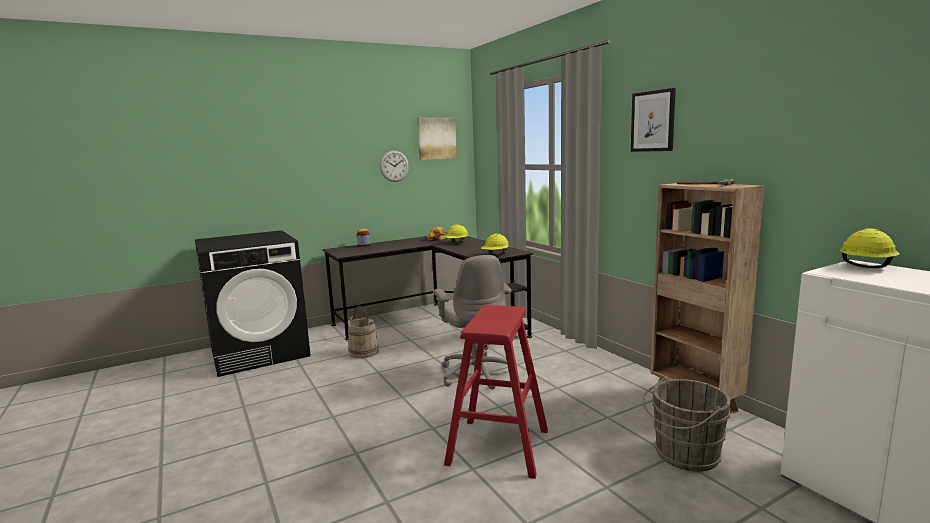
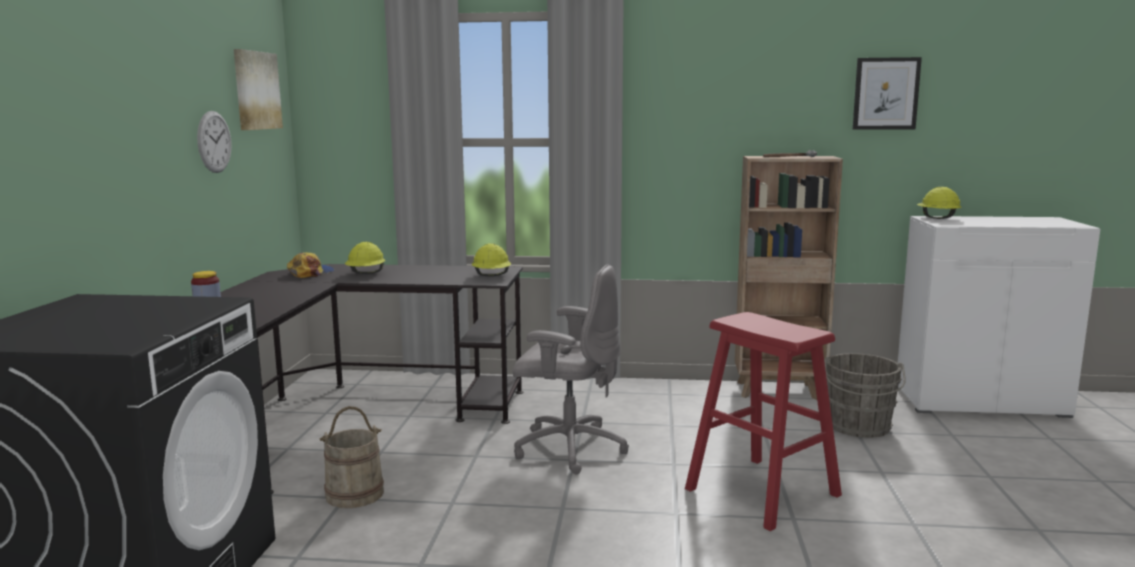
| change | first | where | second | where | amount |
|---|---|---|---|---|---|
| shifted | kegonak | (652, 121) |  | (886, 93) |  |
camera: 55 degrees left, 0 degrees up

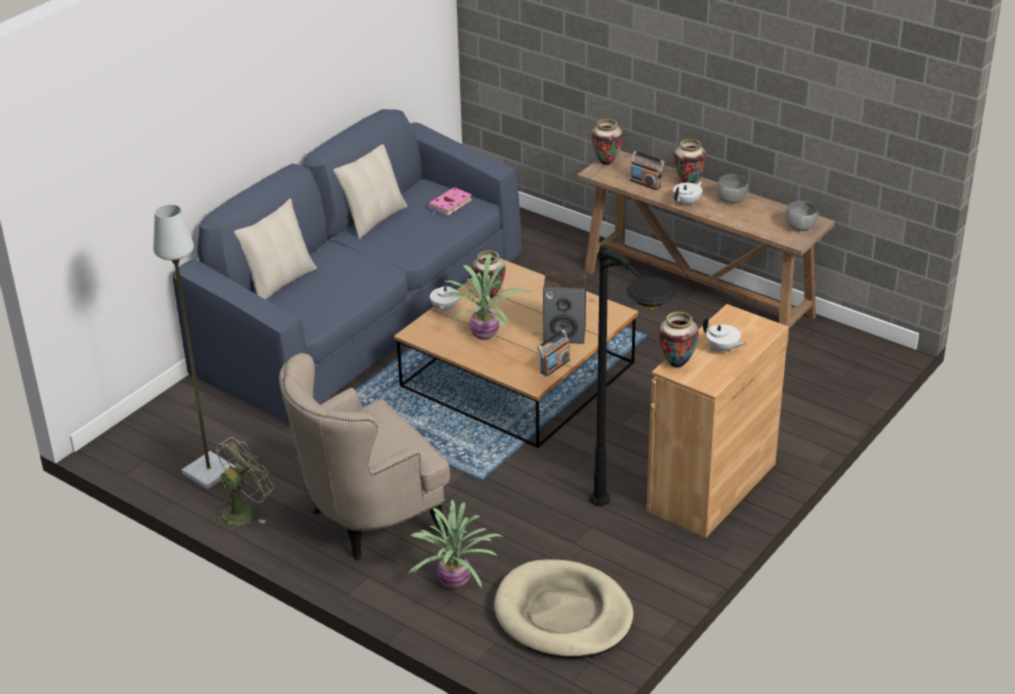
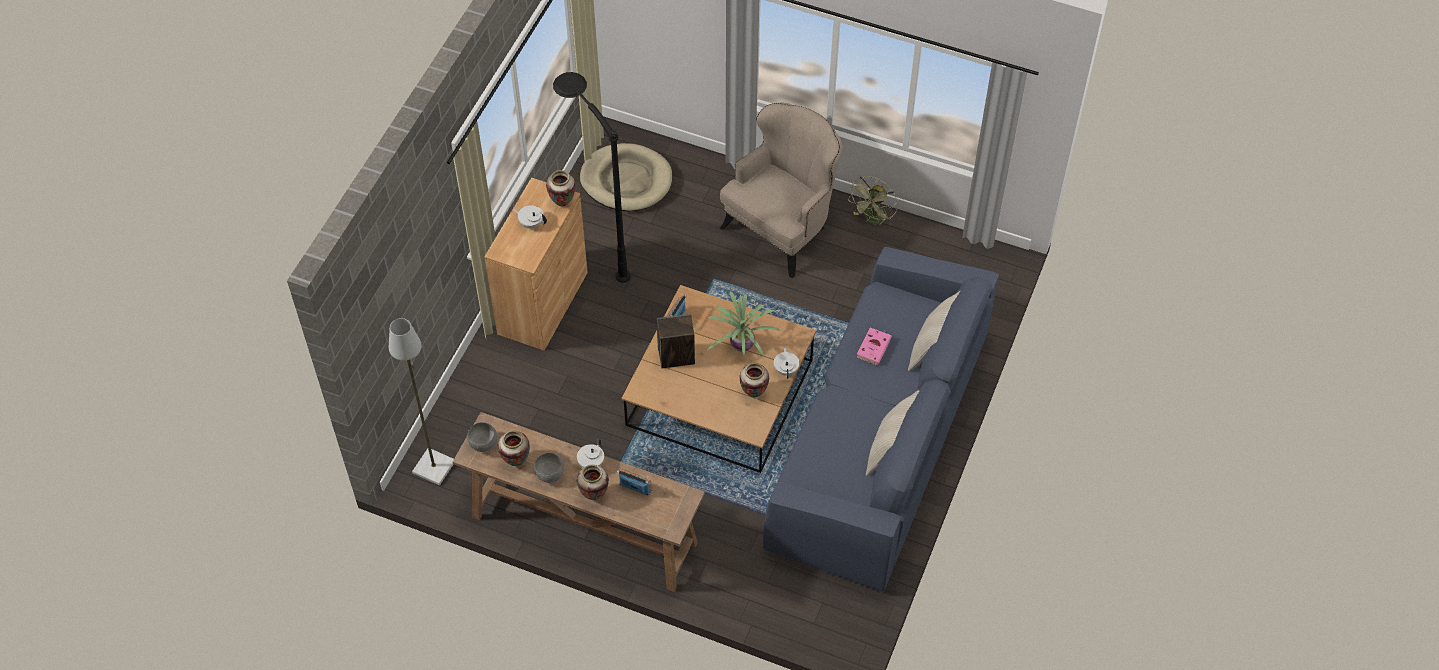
| change | first | where | second | where | amount |
|---|---|---|---|---|---|
| shifted | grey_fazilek | (208, 472) |  | (435, 467) |  |
| gone | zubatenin | (454, 582) |  |  |  |
| shifted | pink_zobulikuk | (449, 205) |  | (874, 347) |  |
| shifted | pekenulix | (606, 162) |  | (516, 461) |  |
camera: 165 degrees right, 20 degrees up

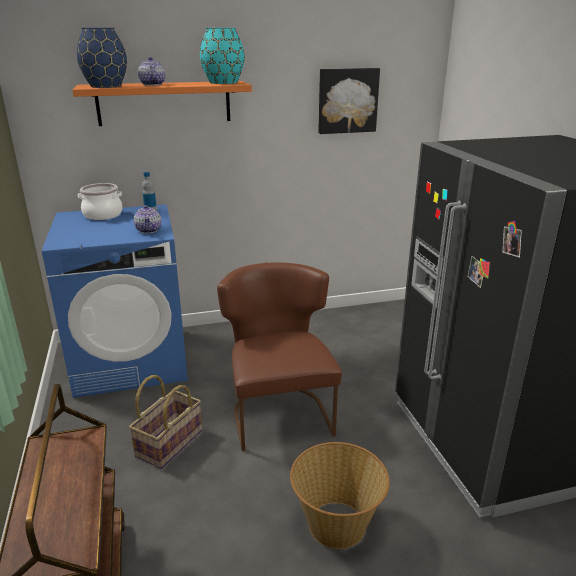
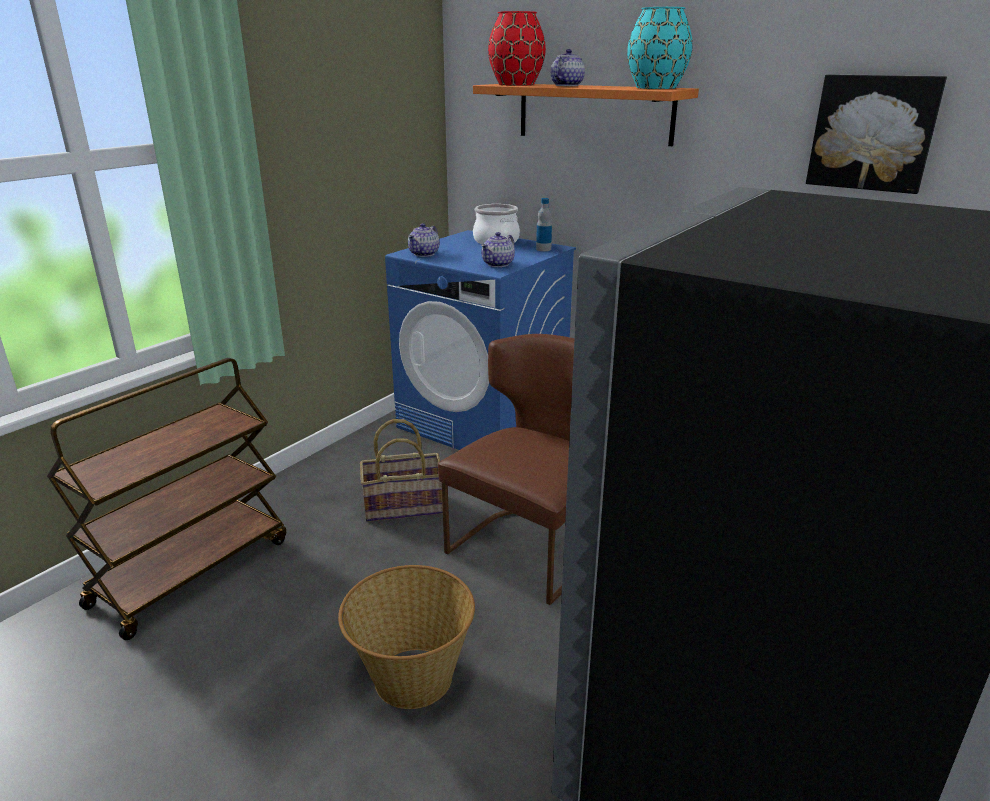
| change | first | where | second | where | amount |
|---|---|---|---|---|---|
| repainted | blue_pekenulix | (105, 86) | red_pekenulix | (515, 84) |  |
| new |  |  | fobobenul | (424, 254) |  |
camera: 50 degrees right, 0 degrees up

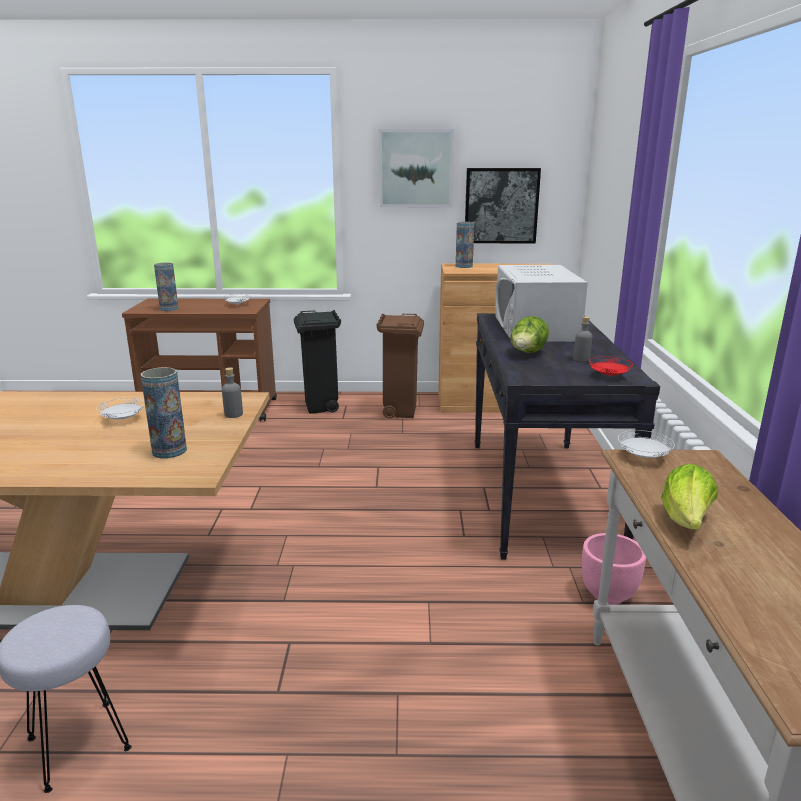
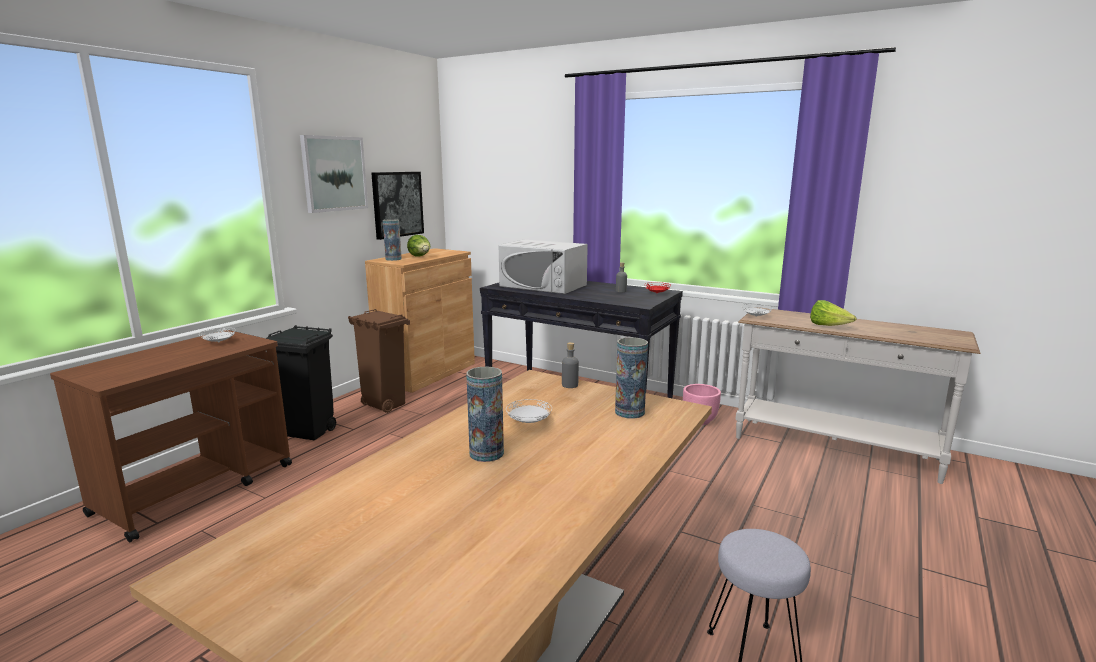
| change | first | where | second | where | amount |
|---|---|---|---|---|---|
| shifted | pekenulix | (169, 309) |  | (486, 453) |  |
| shifted | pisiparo | (527, 353) |  | (420, 256) |  |
camera: 60 degrees left, 5 degrees down

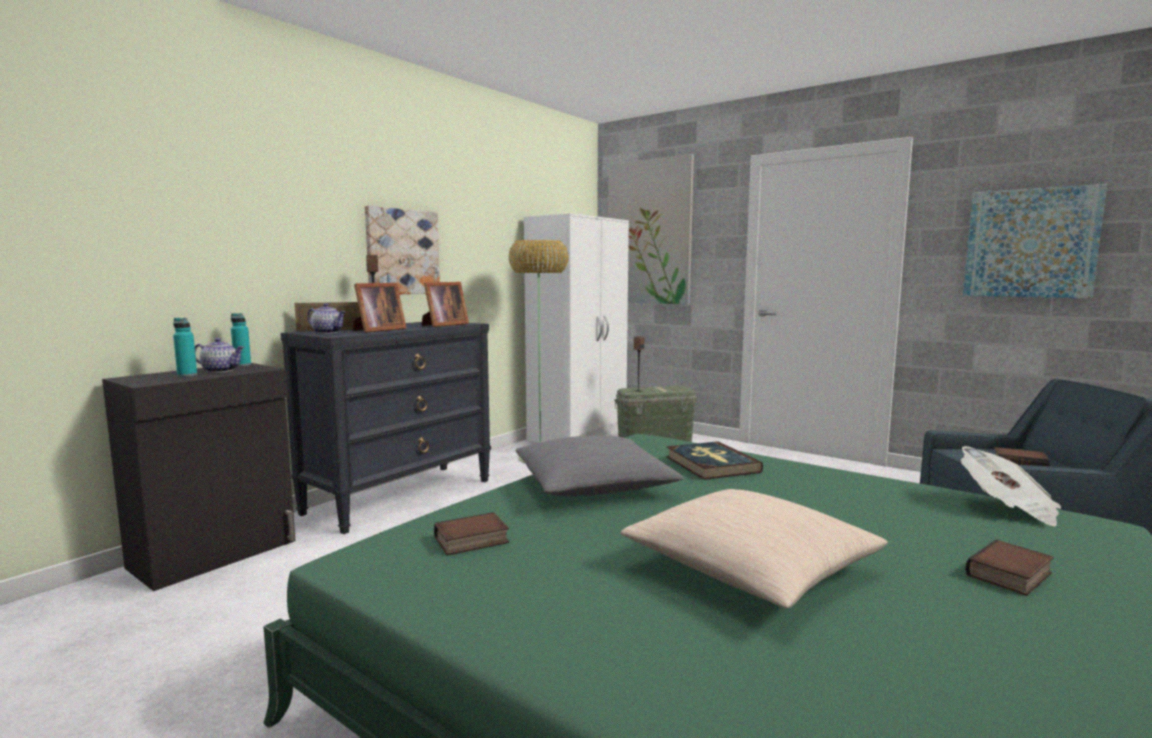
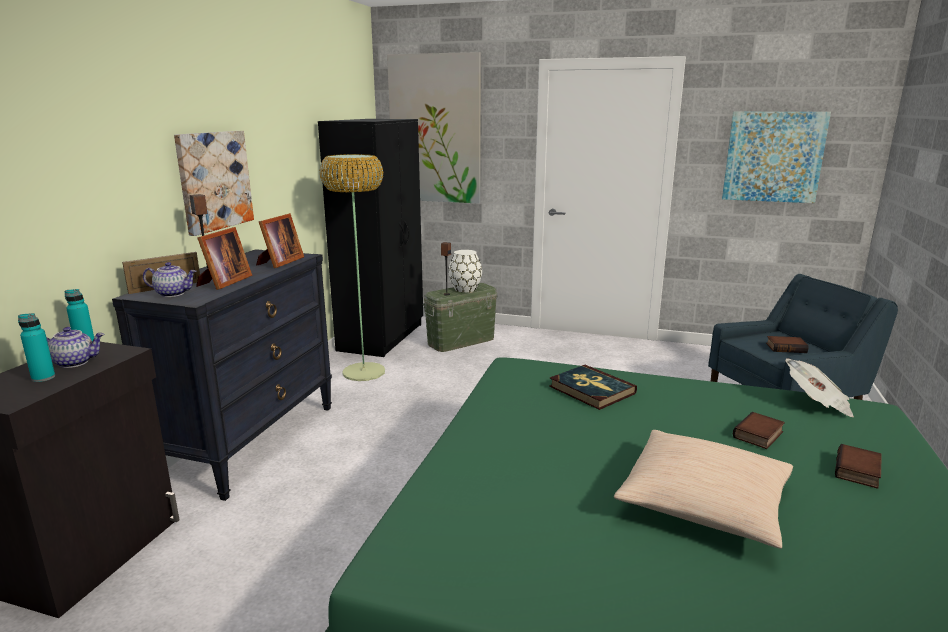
| change | first | where | second | where | amount |
|---|---|---|---|---|---|
| shifted | zobulikuk | (471, 541) |  | (759, 435) |  |
| gone | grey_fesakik | (593, 486) |  |  |  |
| repainted | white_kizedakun | (579, 434) | black_kizedakun | (383, 337) |  |
| new |  |  | white_pekenulix | (465, 289) |  |
camera: 20 degrees left, 10 degrees up

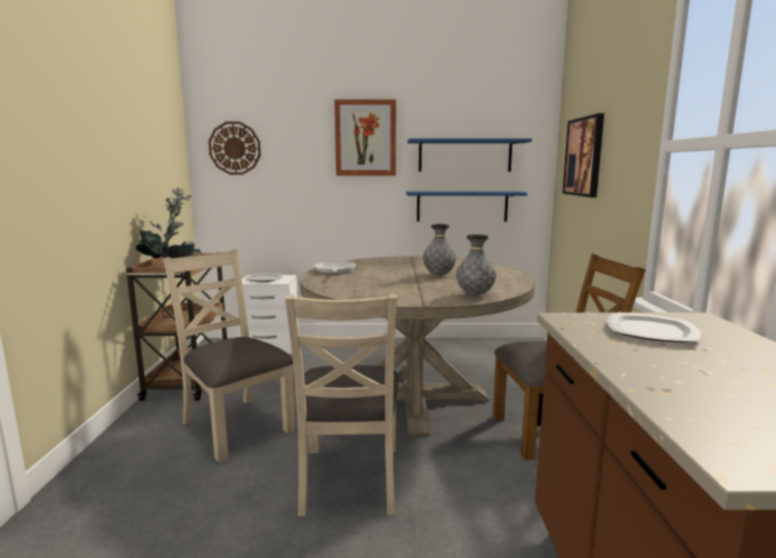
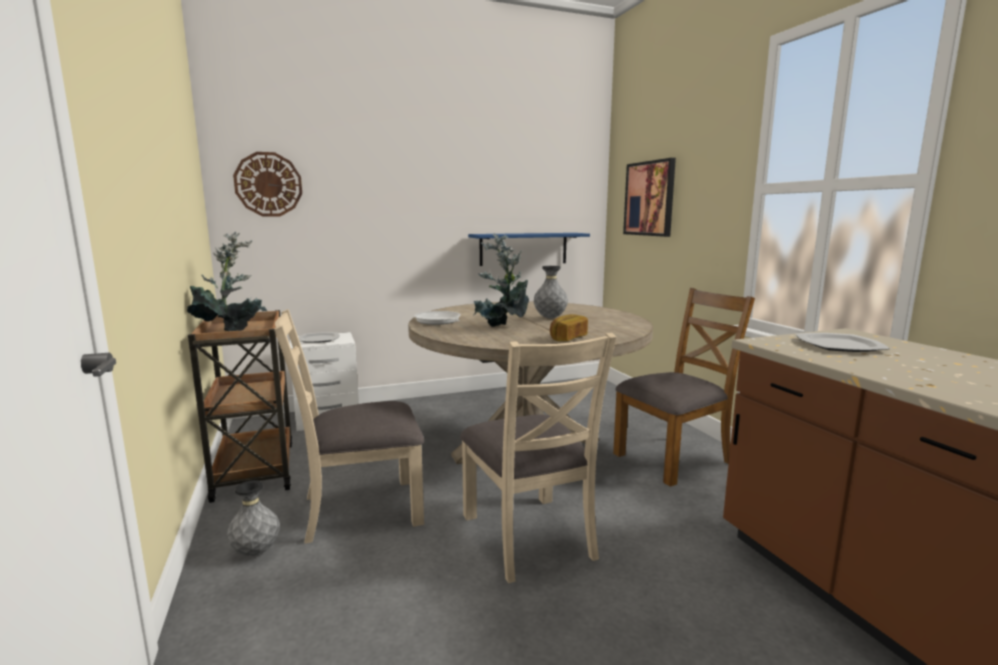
| change | first | where | second | where | amount |
|---|---|---|---|---|---|
| rotated | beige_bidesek | (236, 426) |  | (360, 509) | 45 degrees counterclockwise |
| gone | kegonak | (365, 138) |  |  |  |
| gone | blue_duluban | (465, 156) |  |  |  |
| shifted | grey_pekenulix | (475, 295) |  | (256, 552) |  |
| new |  |  | zubatenin | (502, 328) |  |
| new |  |  | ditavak | (567, 338) |  |
camera: 20 degrees left, 0 degrees up

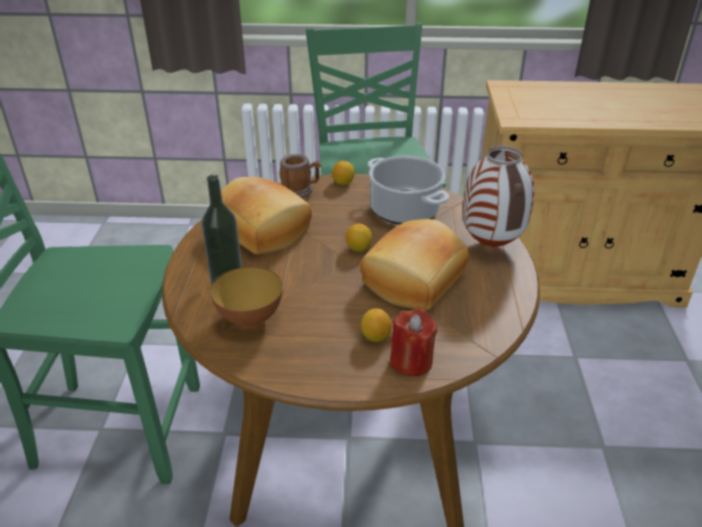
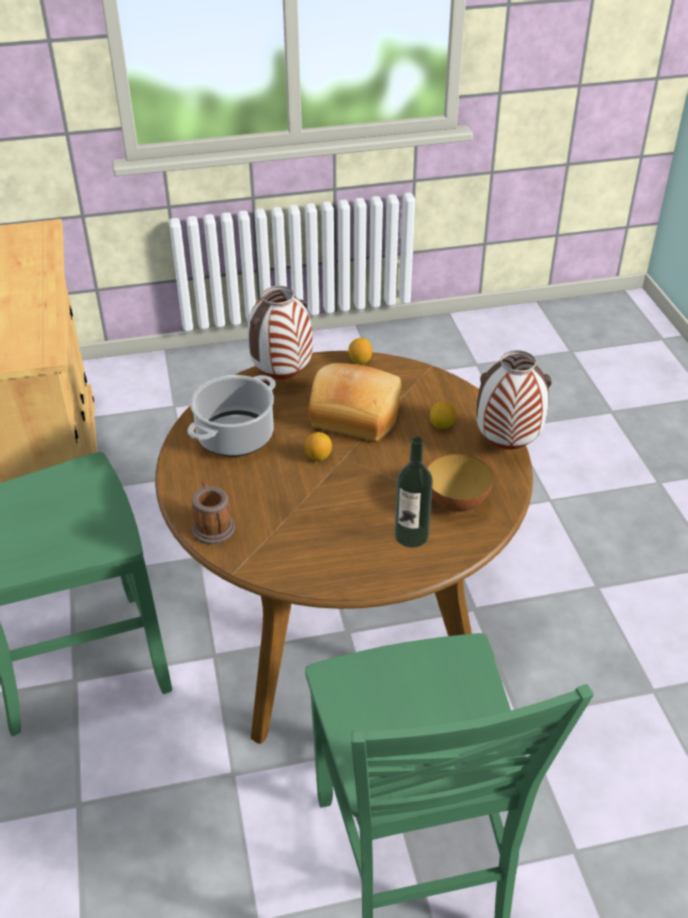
| change | first | where | second | where | amount |
|---|---|---|---|---|---|
| gone | ditavak | (265, 229) |  |  |  |
| shifted | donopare | (343, 183) |  | (360, 361) |  |
| gone | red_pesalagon | (411, 361) |  |  |  |
| new |  |  | pekenulix | (505, 446) |  |
camera: 105 degrees left, 5 degrees up

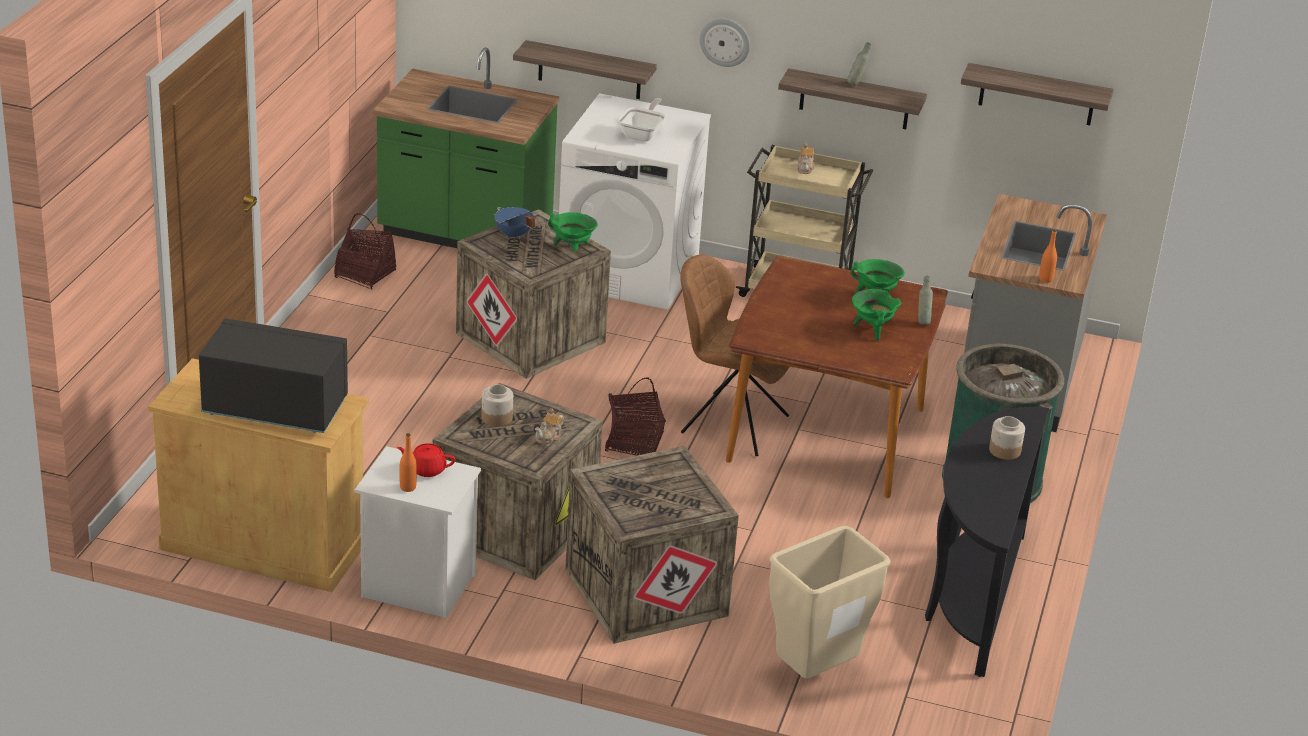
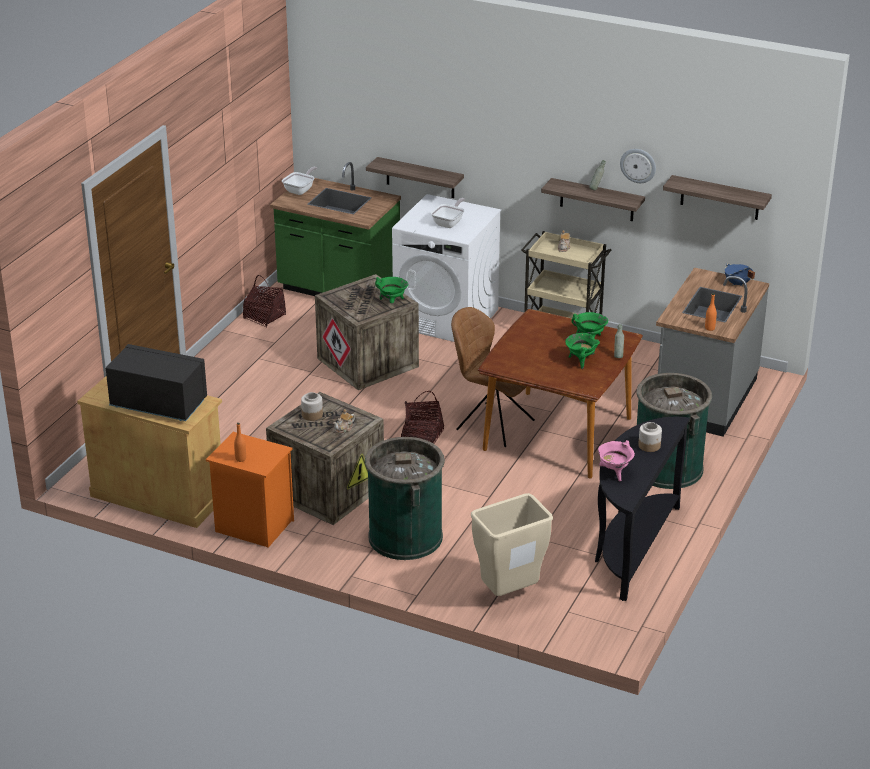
| change | first | where | second | where | amount |
|---|---|---|---|---|---|
| repainted | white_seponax | (415, 586) | orange_seponax | (252, 526) |  |
| gone | red_fobobenul | (426, 469) |  |  |  |
| shifted | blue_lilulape | (513, 234) |  | (737, 283) |  |
| swapped | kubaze | (645, 594) | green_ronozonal | (405, 537) |  |
| shifted | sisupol | (725, 42) |  | (638, 165) |  |
| new |  |  | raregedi | (301, 190) |  |
| new |  |  | pink_lilulape | (614, 473) |  |
camera: 10 degrees right, 0 degrees up

